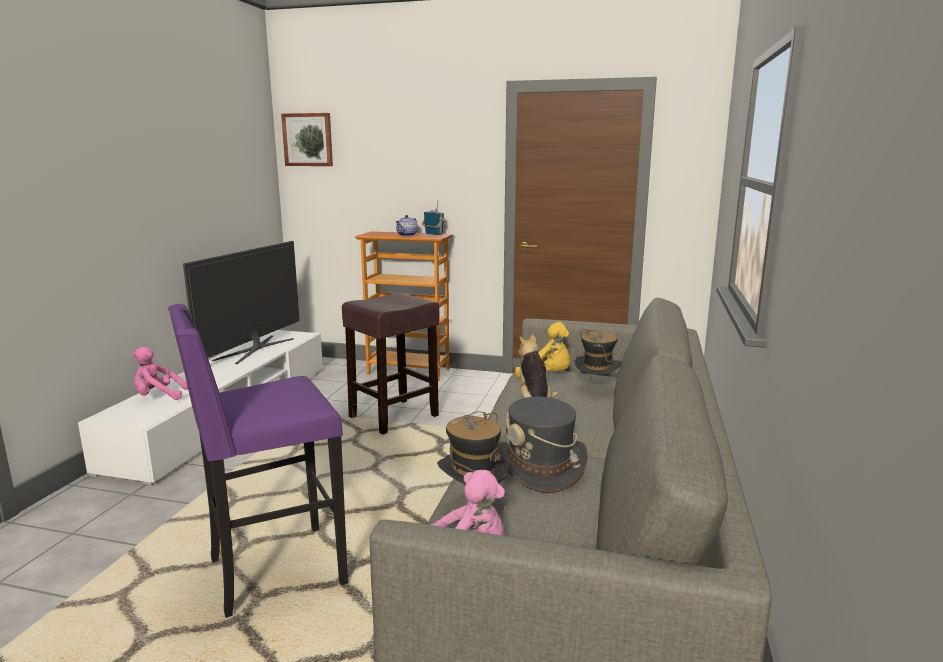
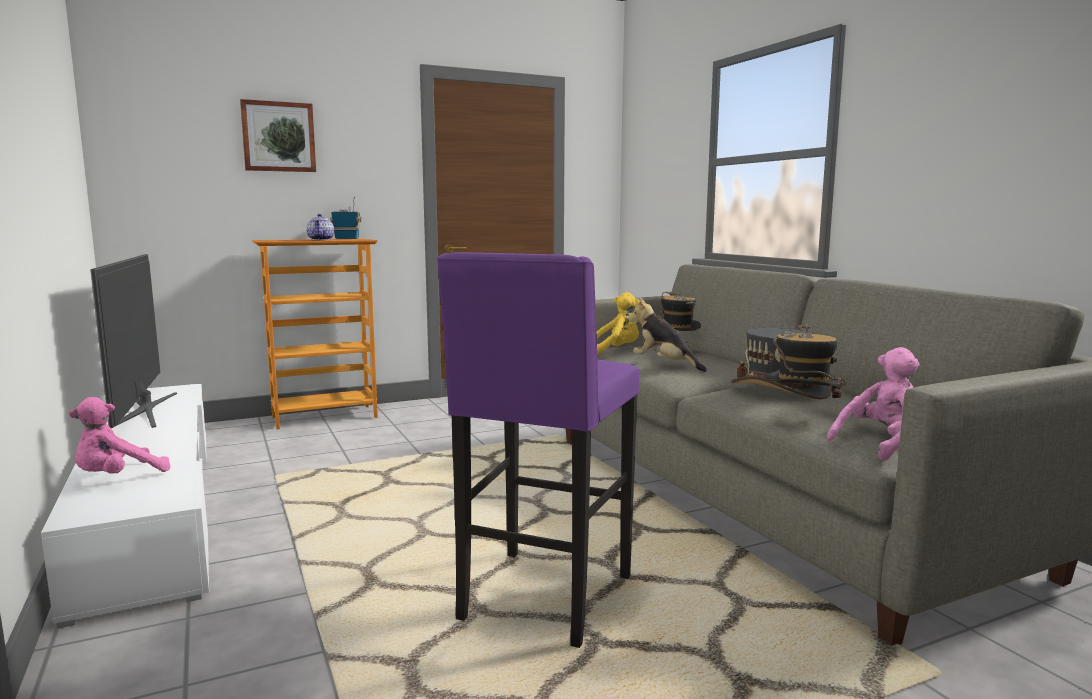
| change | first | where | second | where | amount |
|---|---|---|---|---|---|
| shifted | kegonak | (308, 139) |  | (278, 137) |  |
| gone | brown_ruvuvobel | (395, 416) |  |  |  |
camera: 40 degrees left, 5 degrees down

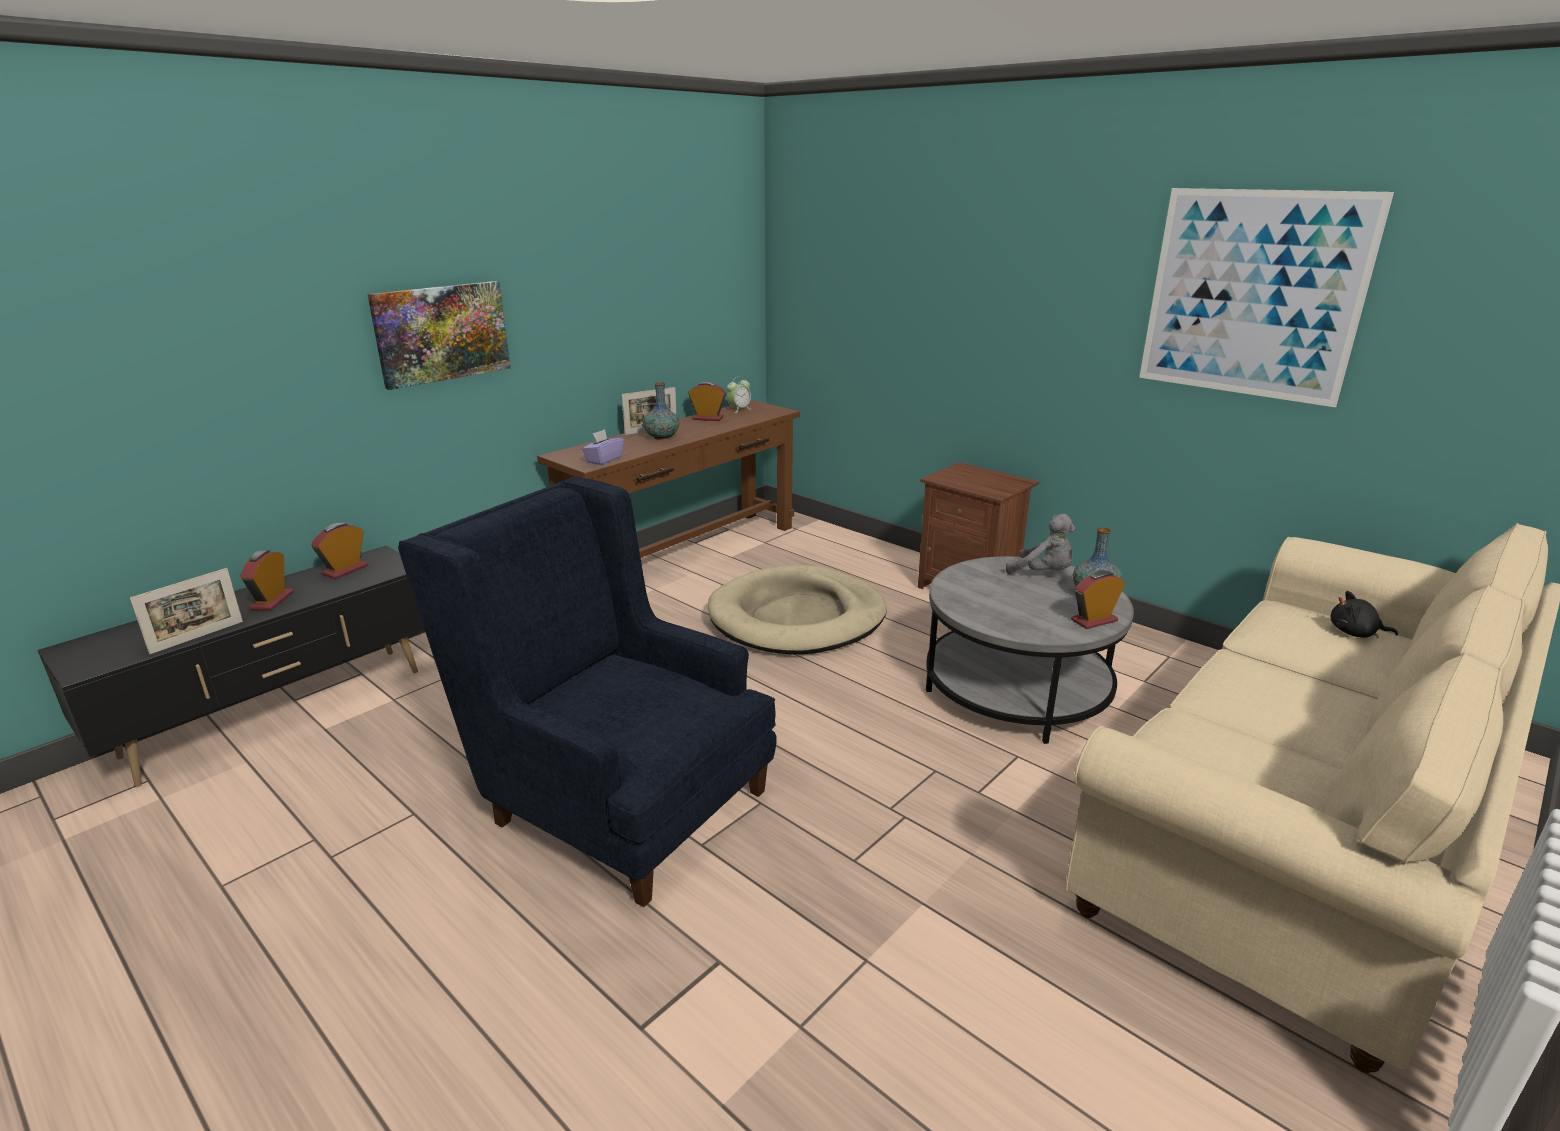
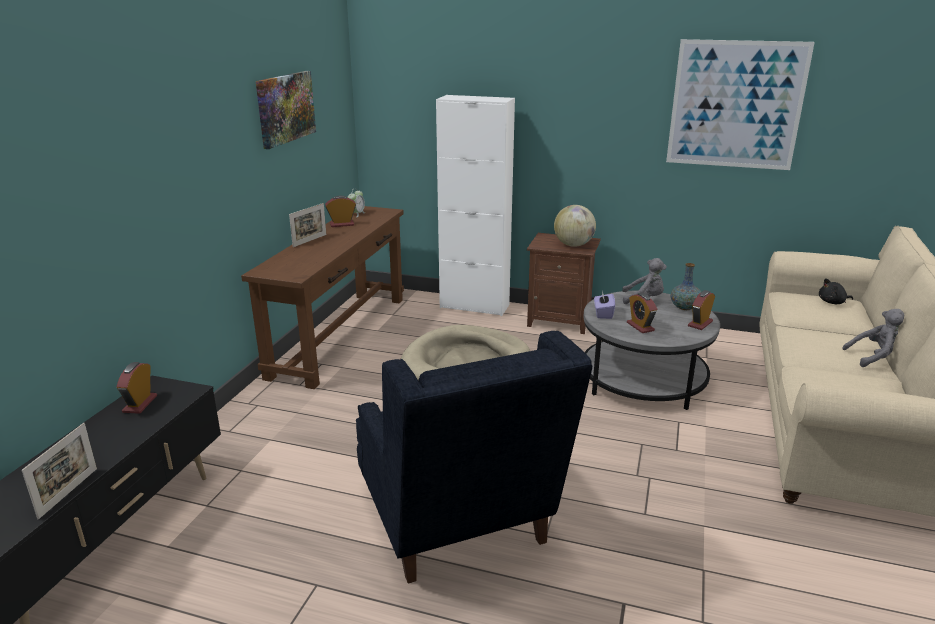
| change | first | where | second | where | amount |
|---|---|---|---|---|---|
| shifted | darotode | (272, 601) |  | (640, 326) |  |
| shifted | kegonak | (441, 333) |  | (285, 108) |  |
| rotated | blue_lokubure | (615, 798) |  | (459, 524) | 120 degrees counterclockwise |
| shifted | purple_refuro | (604, 460) |  | (603, 313) |  |
| gone | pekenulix | (661, 437) |  |  |  |
| new |  |  | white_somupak | (474, 306) |  |
| new |  |  | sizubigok | (573, 245) |  |
| new |  |  | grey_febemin | (874, 358) |  |
camera: 25 degrees left, 0 degrees up

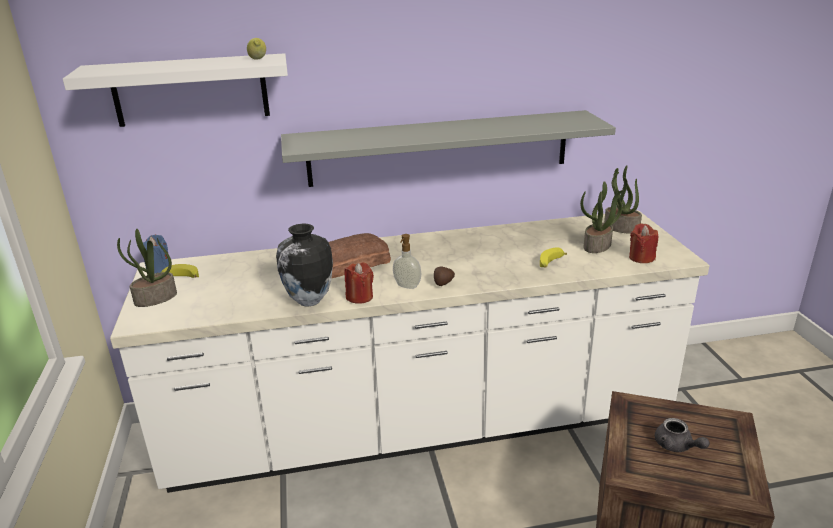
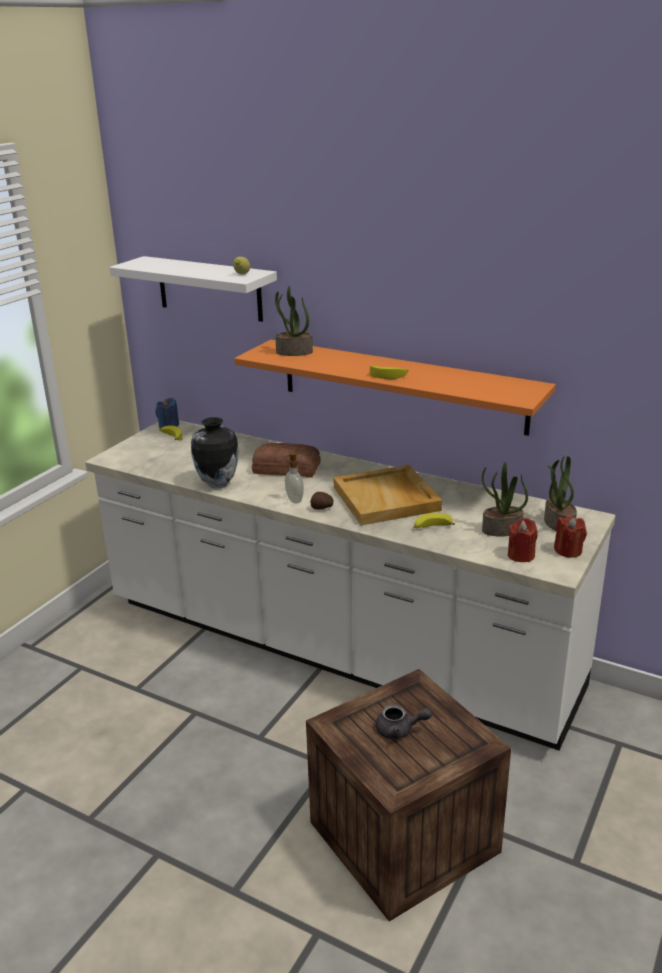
| change | first | where | second | where | amount |
|---|---|---|---|---|---|
| shifted | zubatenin | (155, 299) |  | (293, 352) |  |
| repainted | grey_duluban | (439, 148) | orange_duluban | (401, 385) |  |
| shifted | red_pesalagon | (359, 297) |  | (568, 550) |  |
| rotated | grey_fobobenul | (676, 446) |  | (400, 730) | 90 degrees counterclockwise |
| new |  |  | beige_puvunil | (387, 499) |  |
| new |  |  | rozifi | (388, 375) |  |
camera: 40 degrees right, 0 degrees up

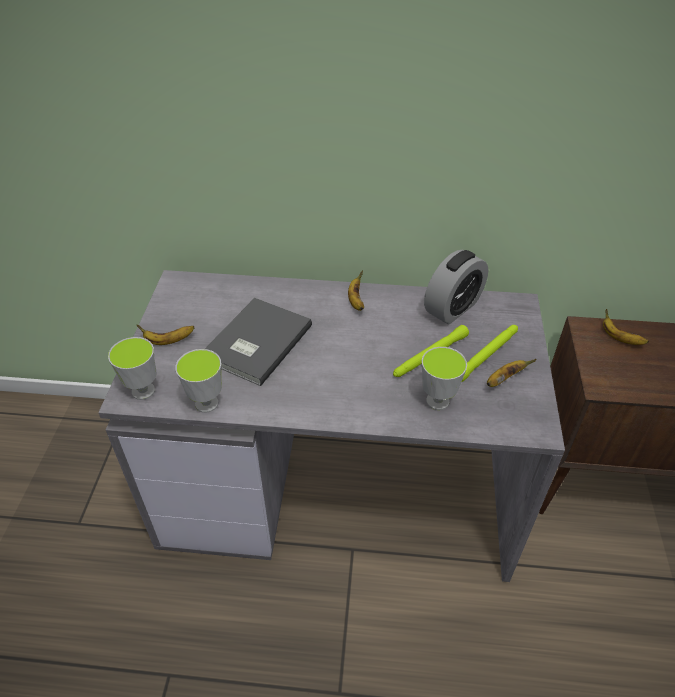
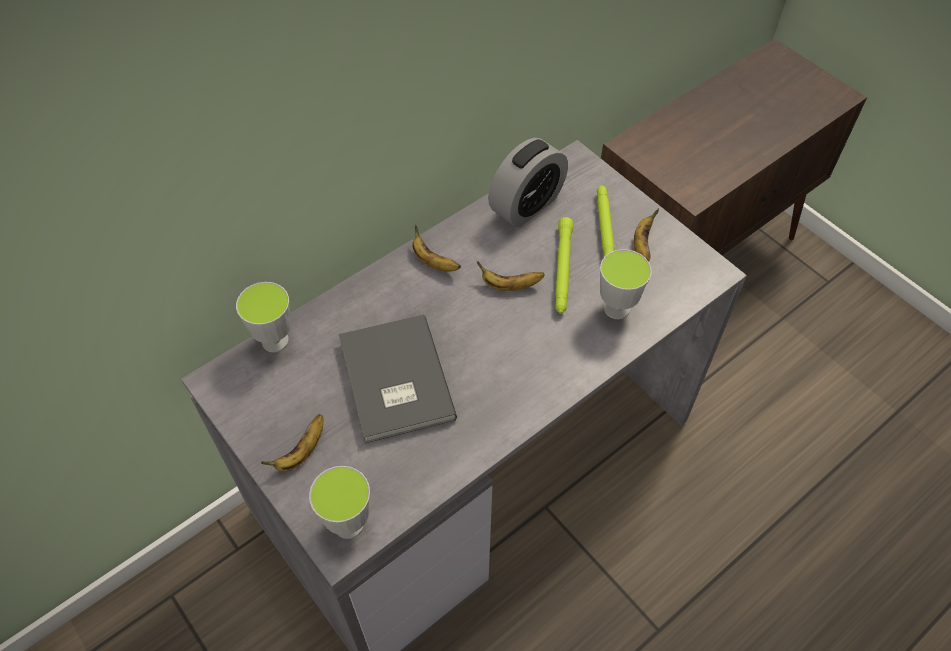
| change | first | where | second | where | amount |
|---|---|---|---|---|---|
| shifted | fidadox | (206, 403) |  | (275, 341) |  |
| rotated | darotode | (452, 308) |  | (526, 205) | 45 degrees clockwise |
| shifted | rozifi | (619, 338) |  | (509, 285) |  |
camera: 45 degrees left, 10 degrees up

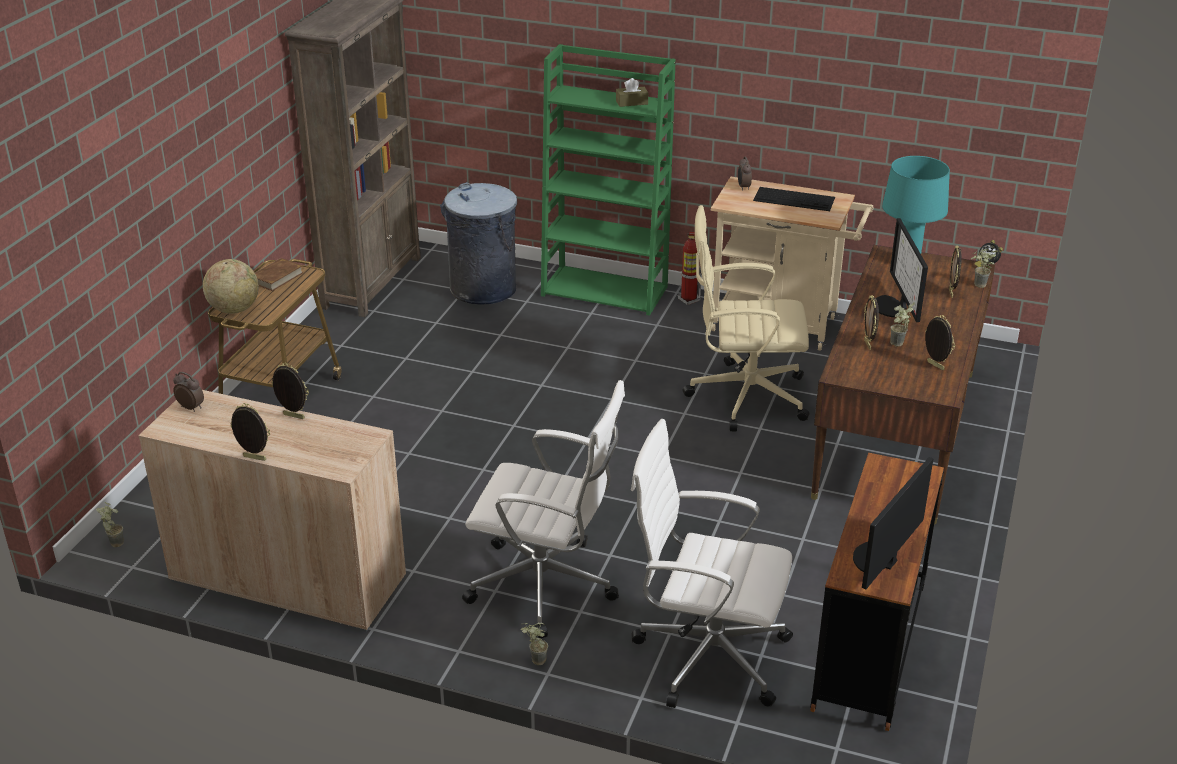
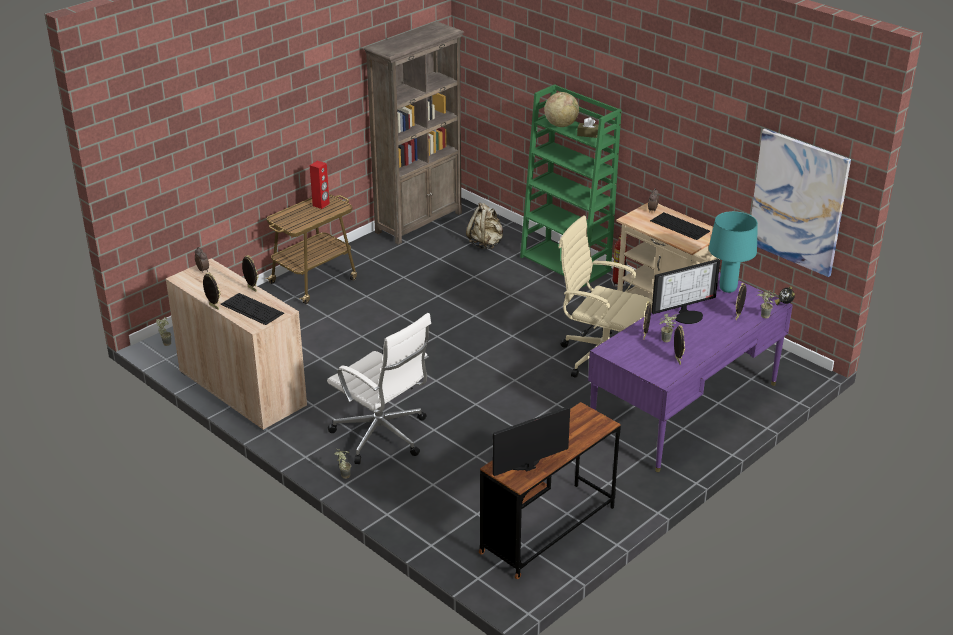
| change | first | where | second | where | amount |
|---|---|---|---|---|---|
| shifted | sizubigok | (234, 309) |  | (561, 125) |  |
| swapped | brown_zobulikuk | (276, 277) | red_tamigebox | (321, 205) |  |
| swapped | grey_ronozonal | (483, 289) | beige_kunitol | (486, 243) |  |
| gone | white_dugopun | (707, 655) |  |  |  |
| repainted | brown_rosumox | (896, 433) | purple_rosumox | (685, 408) |  |
| rotated | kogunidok | (893, 306) |  | (687, 315) | 135 degrees counterclockwise |
| new |  |  | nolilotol | (251, 308) |  |
| new |  |  | kegonak | (798, 202) |  |
camera: 25 degrees right, 0 degrees up

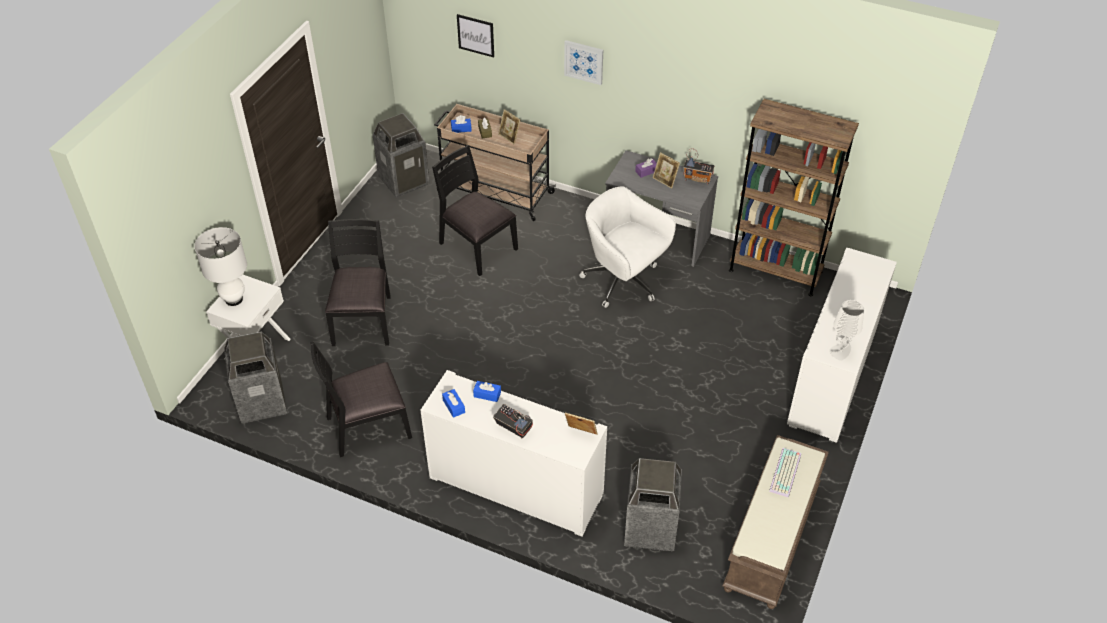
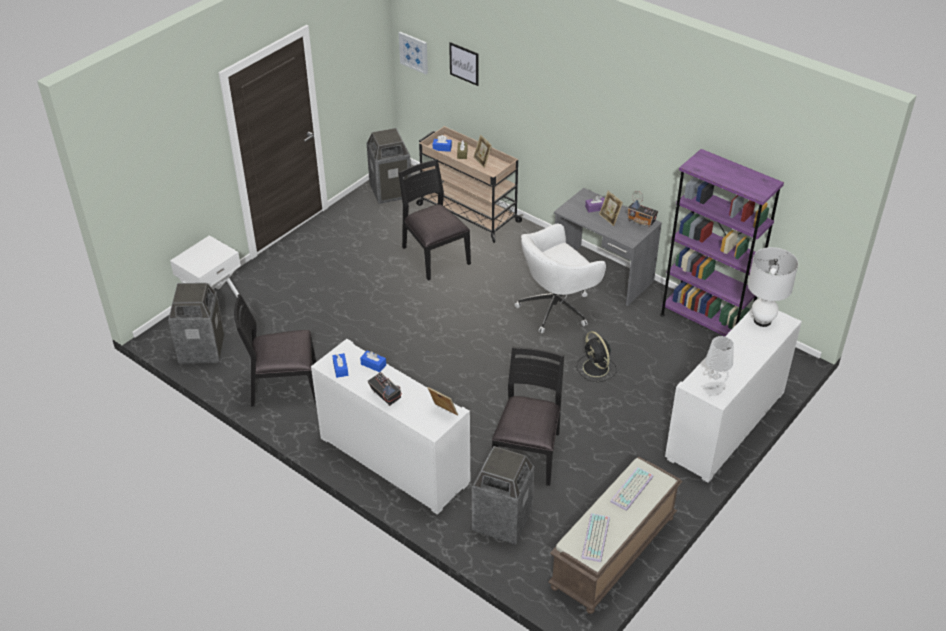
| change | first | where | second | where | amount |
|---|---|---|---|---|---|
| shifted | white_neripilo | (233, 299) |  | (762, 321) |  |
| shifted | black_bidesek | (363, 320) |  | (528, 453) |  |
| shifted | kegonak | (584, 62) |  | (414, 52) |  |
| rotated | white_dugopun | (623, 282) |  | (556, 307) | 90 degrees counterclockwise |
| repainted | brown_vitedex | (775, 271) | purple_vitedex | (705, 323) |  |
| new |  |  | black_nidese | (596, 368) |  |
| new |  |  | nolilotol | (596, 538) |  |
camera: 15 degrees right, 5 degrees down

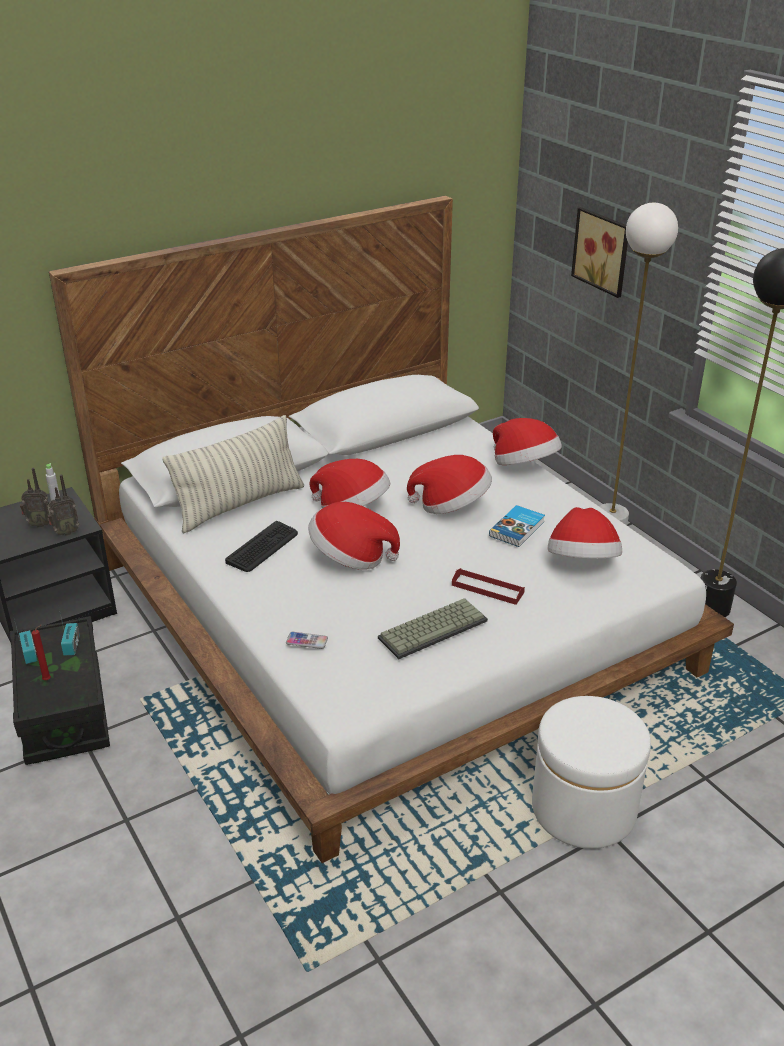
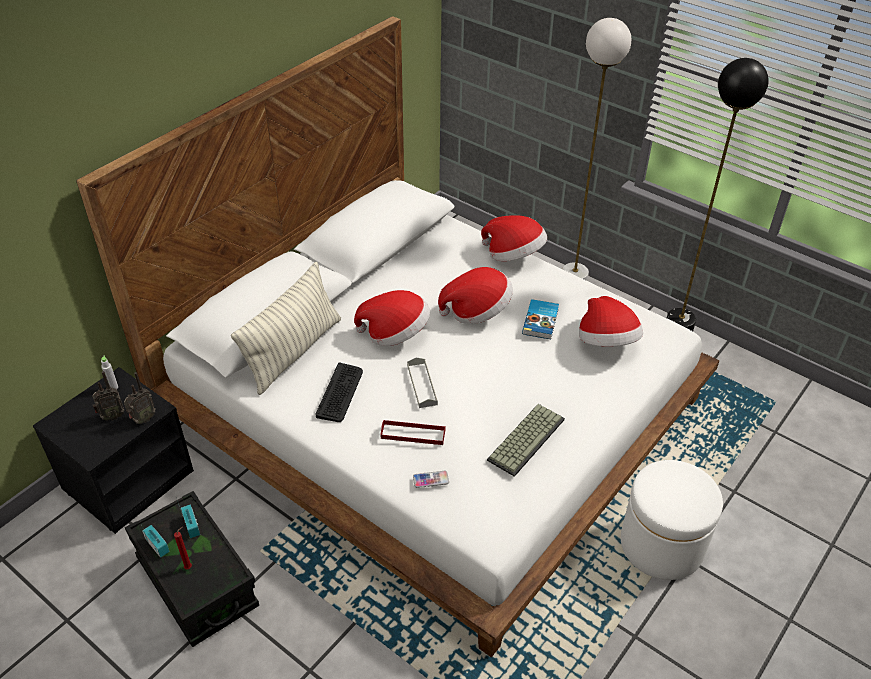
| change | first | where | second | where | amount |
|---|---|---|---|---|---|
| swapped | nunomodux | (351, 557) | grey_puvunil | (422, 385) |  |
| shifted | red_puvunil | (487, 589) |  | (413, 434) |  |
| gone | kegonak | (603, 251) |  |  |  |
camera: 20 degrees left, 10 degrees up

